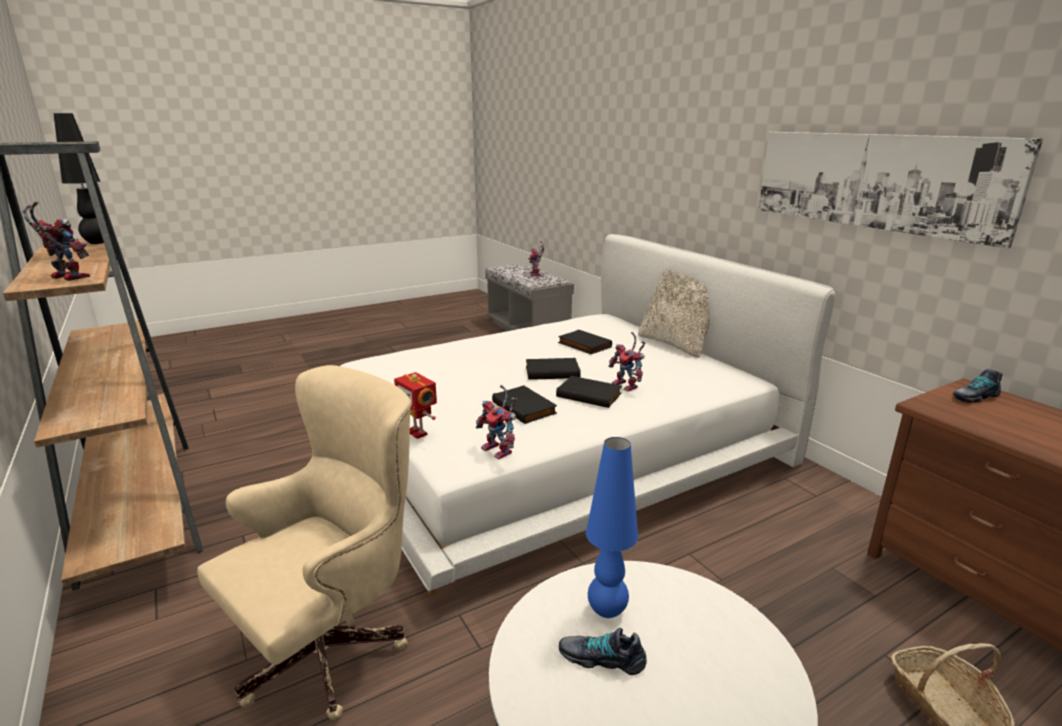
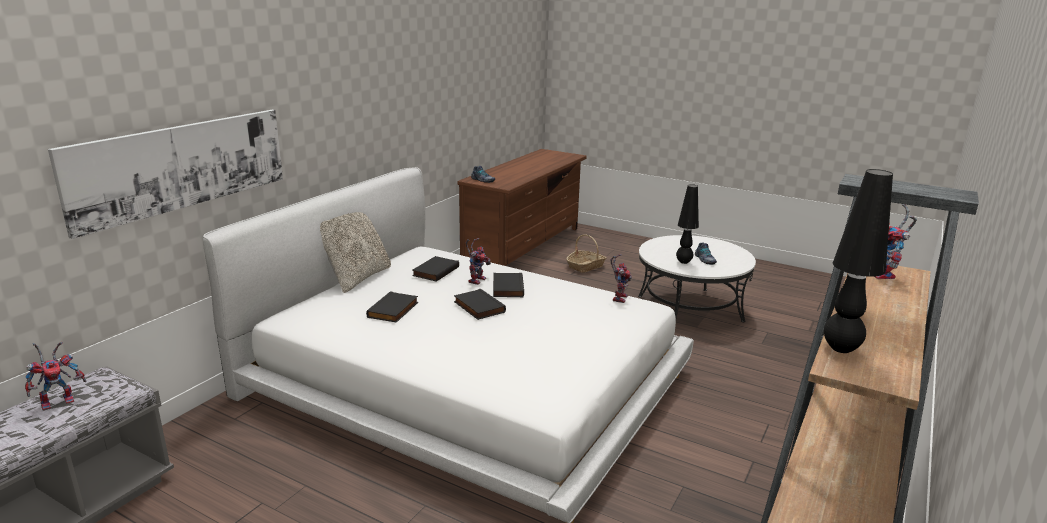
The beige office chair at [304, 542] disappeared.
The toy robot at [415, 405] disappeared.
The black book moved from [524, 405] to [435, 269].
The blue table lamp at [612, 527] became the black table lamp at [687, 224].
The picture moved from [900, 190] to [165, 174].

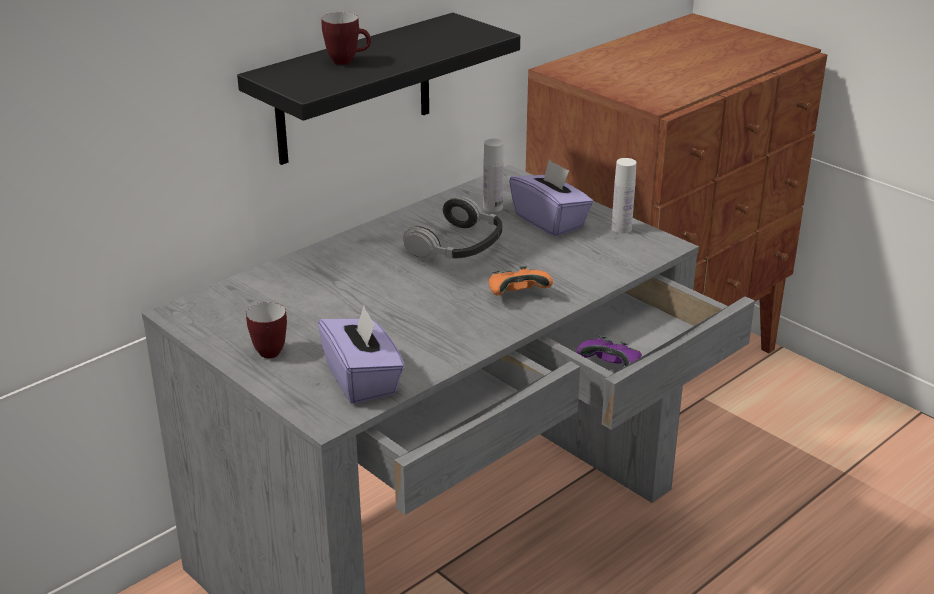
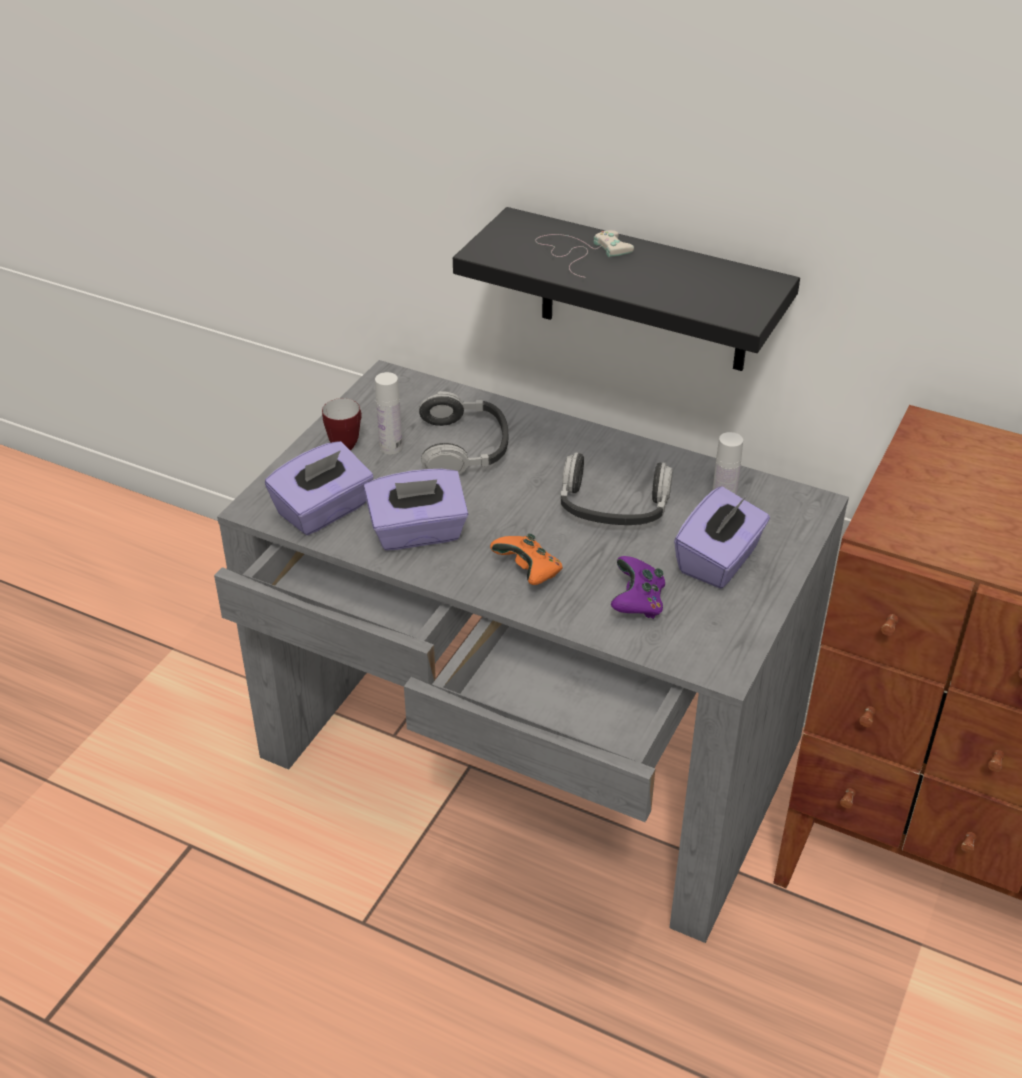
The mug at [346, 38] was replaced by the white game controller at [584, 254].
The purple game controller moved from [609, 351] to [638, 587].
The white bottle moved from [623, 196] to [389, 413].
The purple tissue box at [416, 510] appeared.
The headphones at [463, 433] appeared.

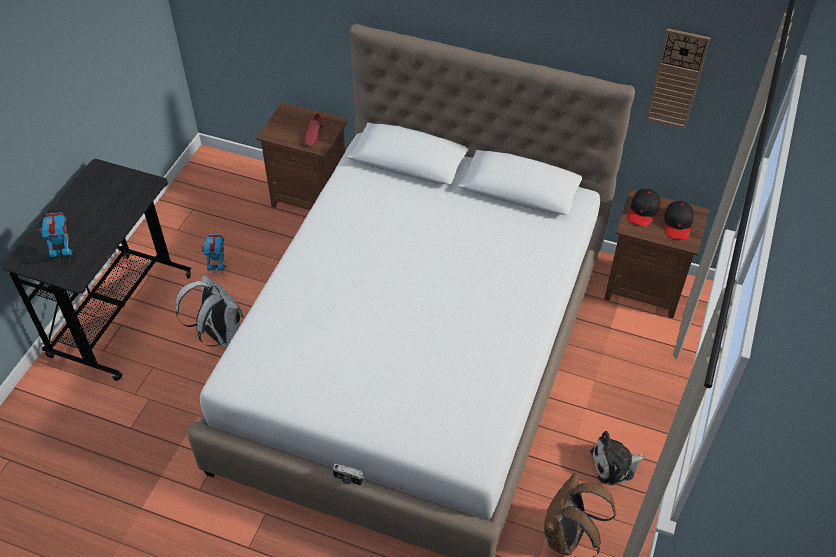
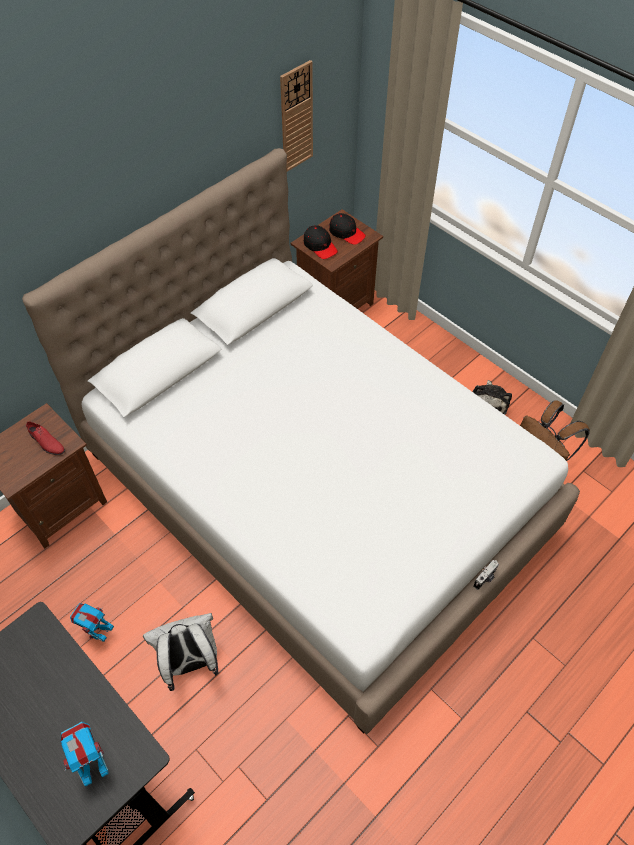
The toy robot at [55, 237] turned 45 degrees clockwise.

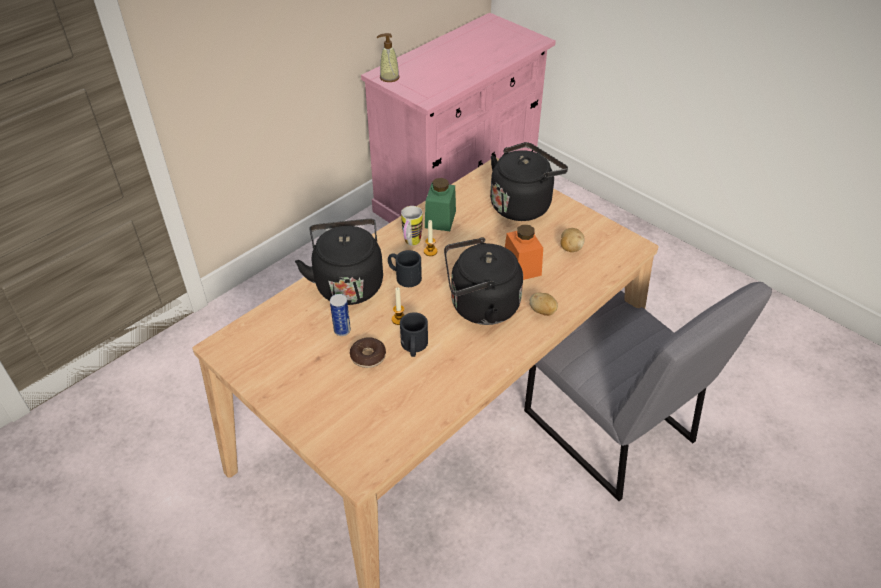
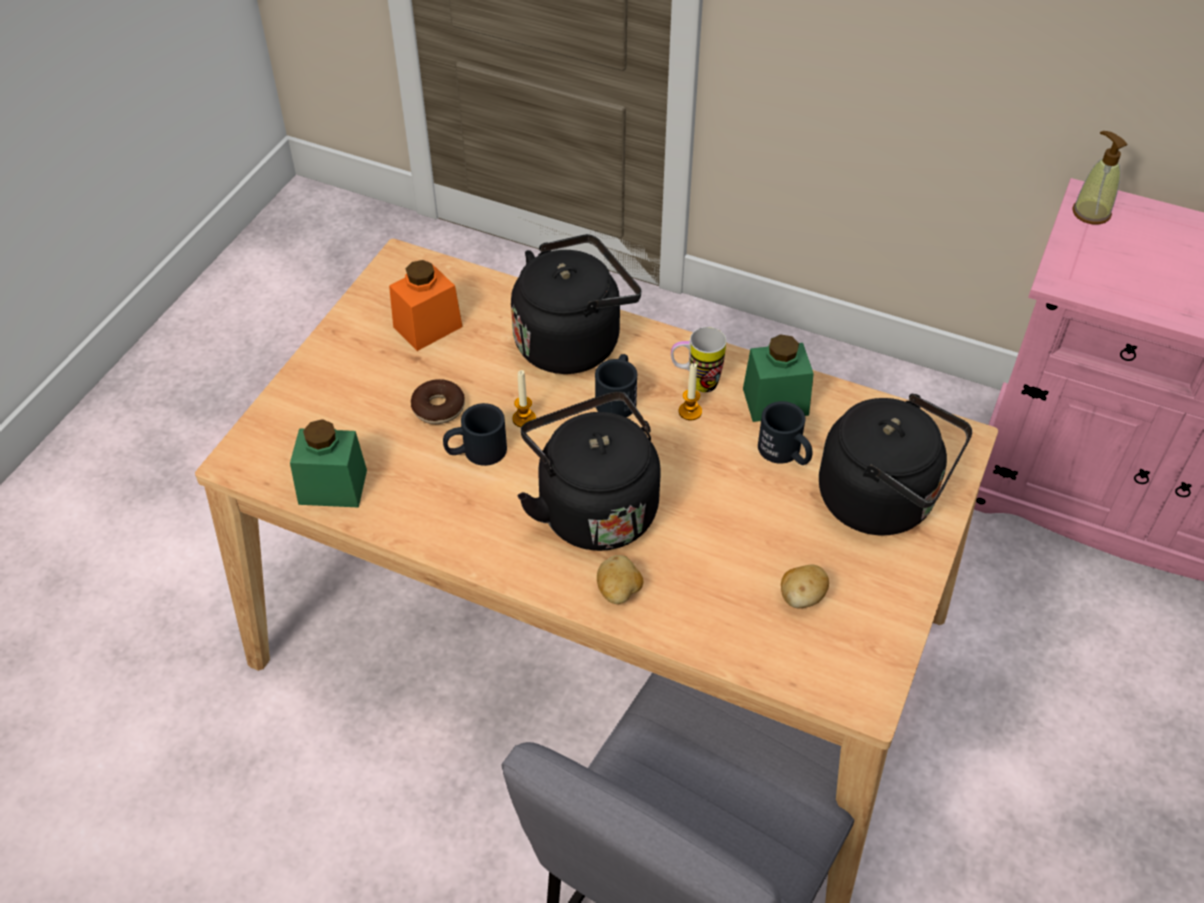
The can at [340, 315] disappeared.
The orange jar moved from [524, 252] to [425, 305].
The green jar at [328, 463] appeared.
The black mug at [785, 433] appeared.

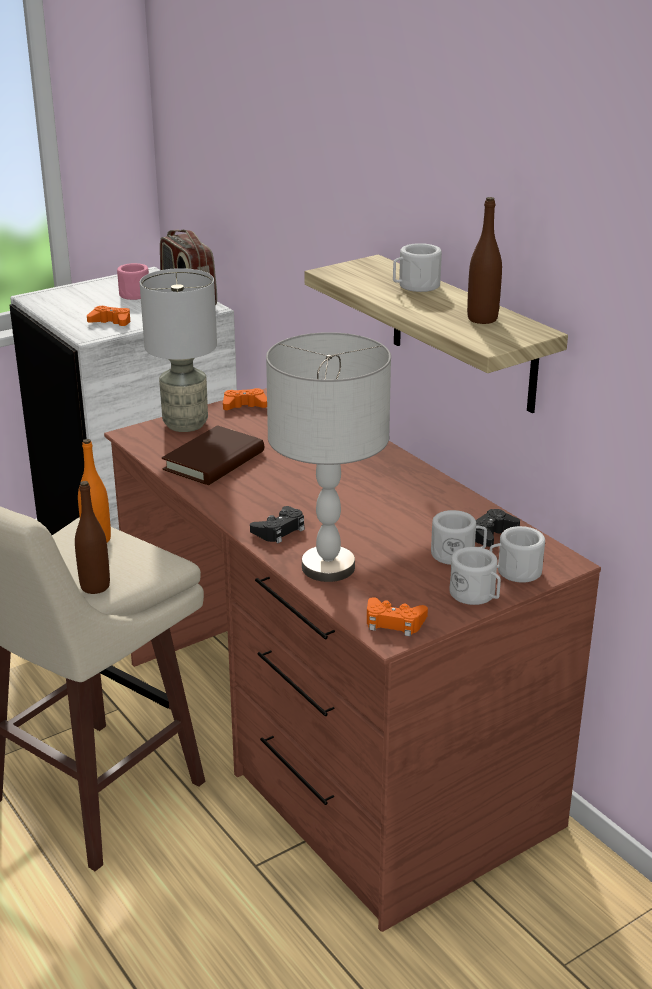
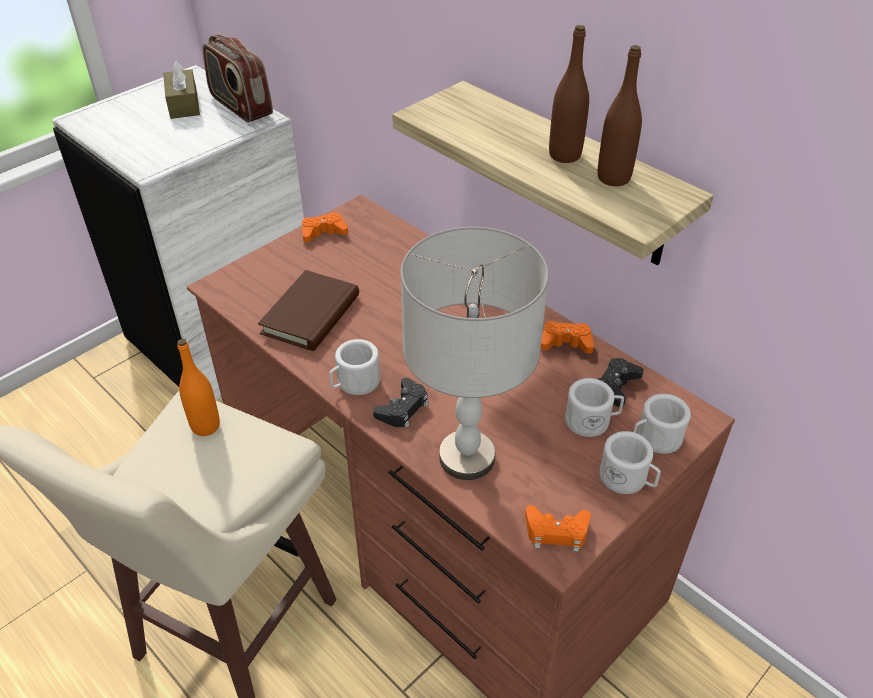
The brown bottle moved from [92, 537] to [569, 94].
The orange game controller moved from [108, 316] to [567, 337].
The pink mug at [133, 281] was replaced by the brown tissue box at [181, 89].
The grey table lamp at [178, 350] disappeared.
The white mug moved from [417, 267] to [354, 367].

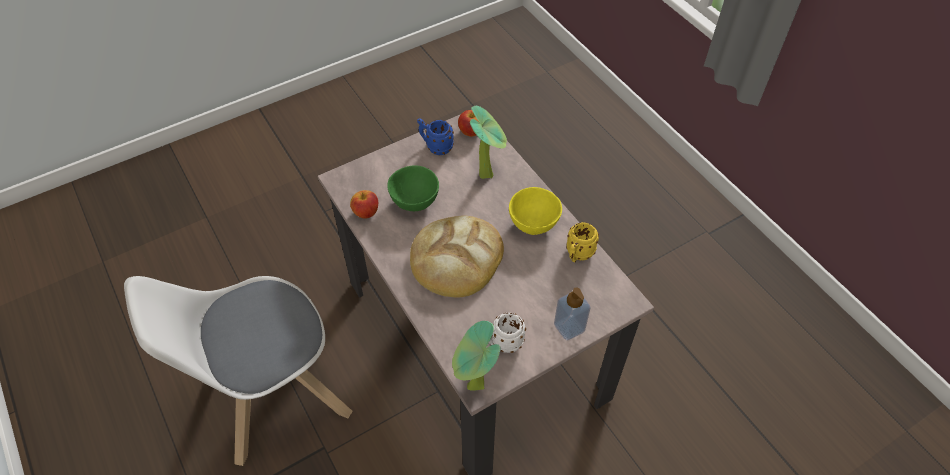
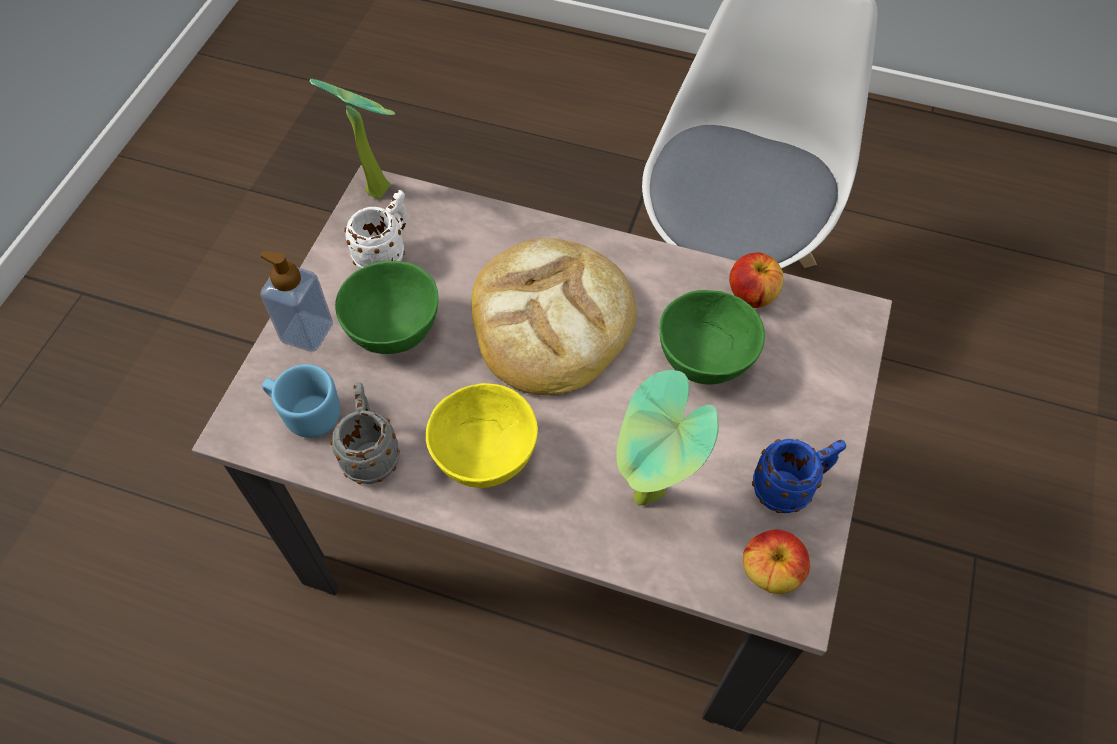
The yellow mug at [582, 242] became the grey mug at [365, 433].
The blue mug at [301, 401] appeared.
The green bowl at [387, 307] appeared.

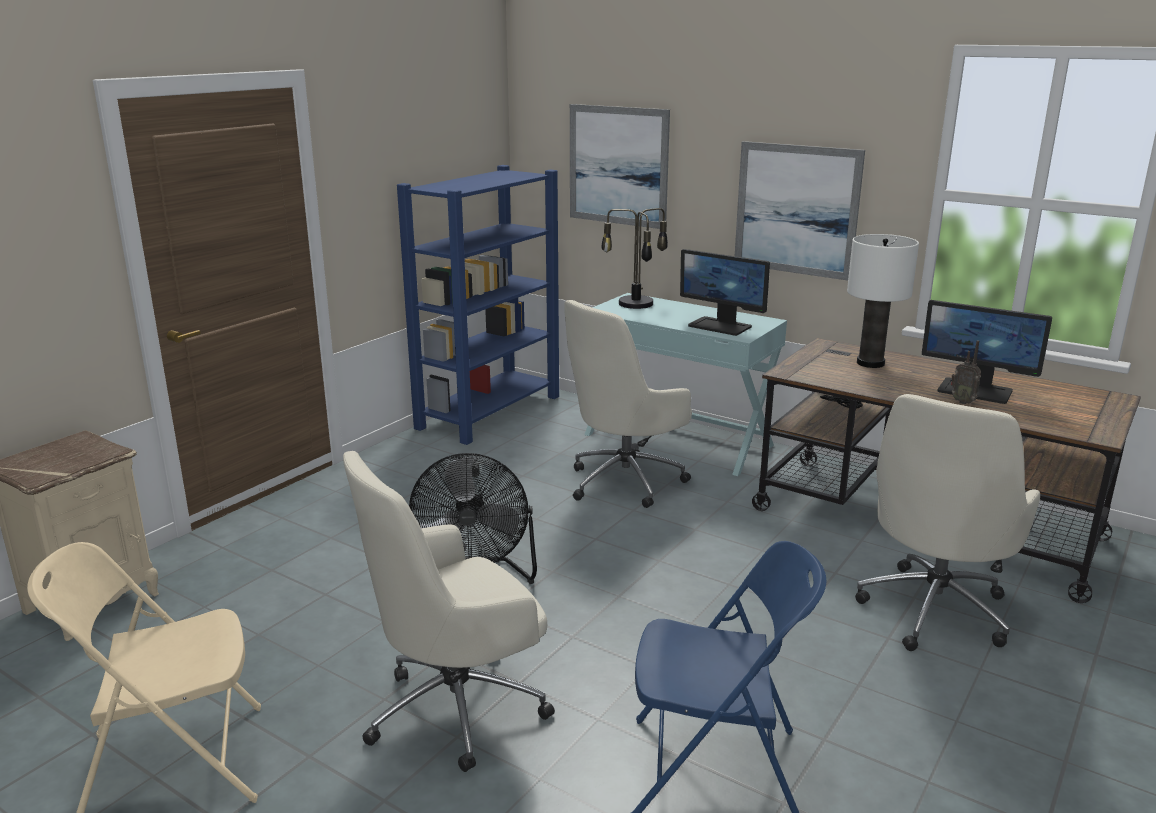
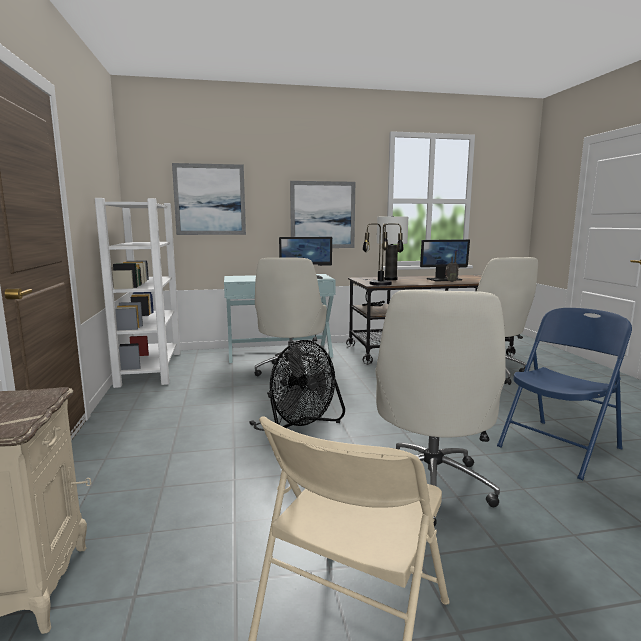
The blue bookcase at [478, 305] became the white bookcase at [138, 293].
The table lamp moved from [635, 258] to [383, 254].

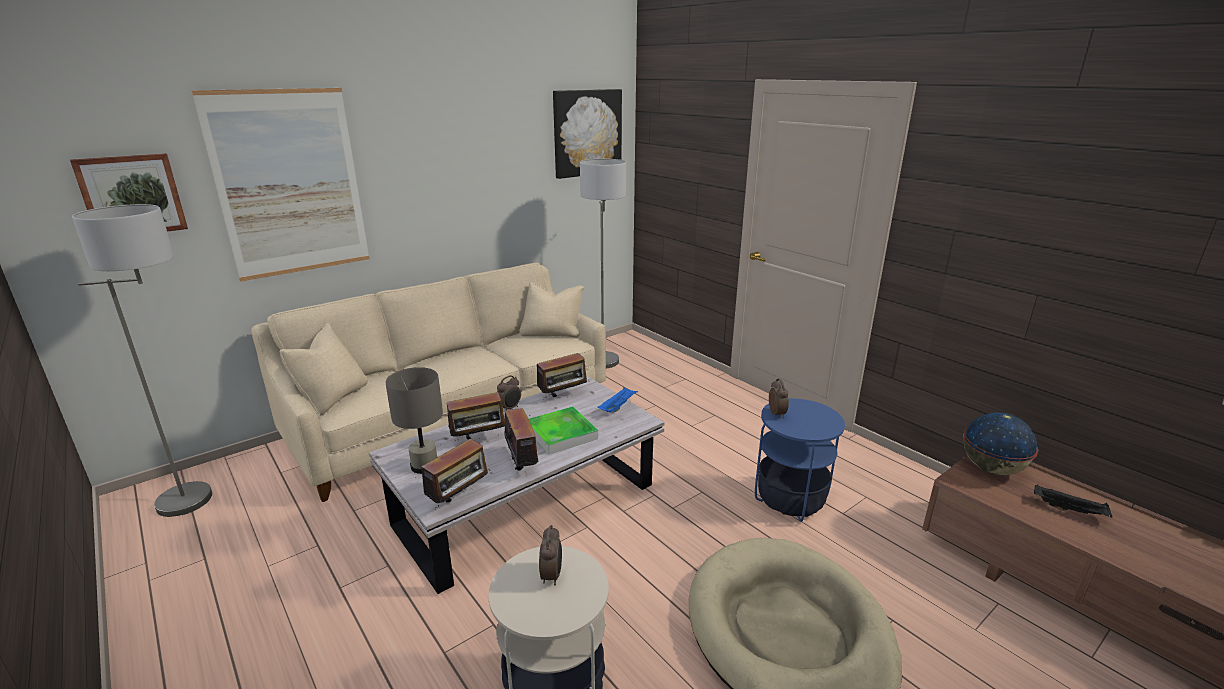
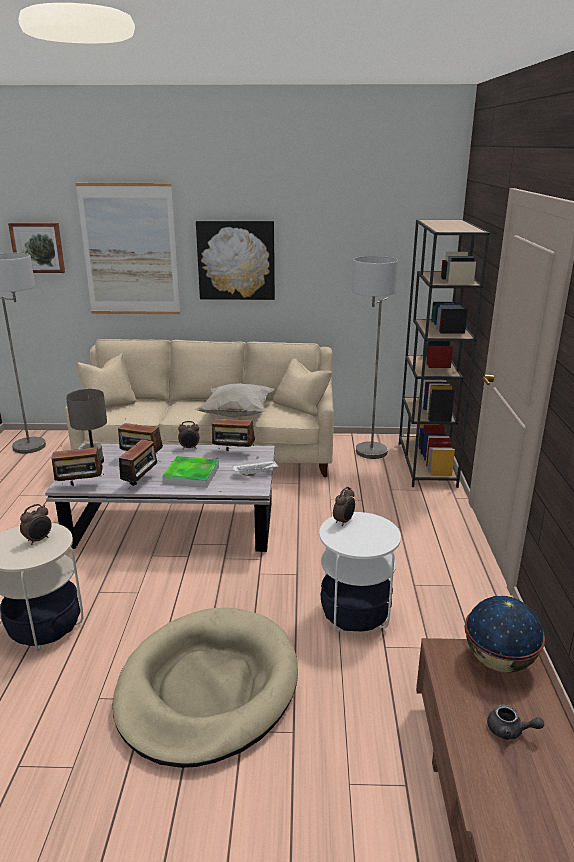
The picture moved from [587, 134] to [235, 260].
The blue tray at [618, 400] became the white tray at [256, 467].
The blue side table at [800, 460] became the white side table at [360, 572].
The black tray at [1073, 500] was replaced by the grey teapot at [515, 722].
The white pillow at [234, 400] appeared.
The bookcase at [444, 353] appeared.

